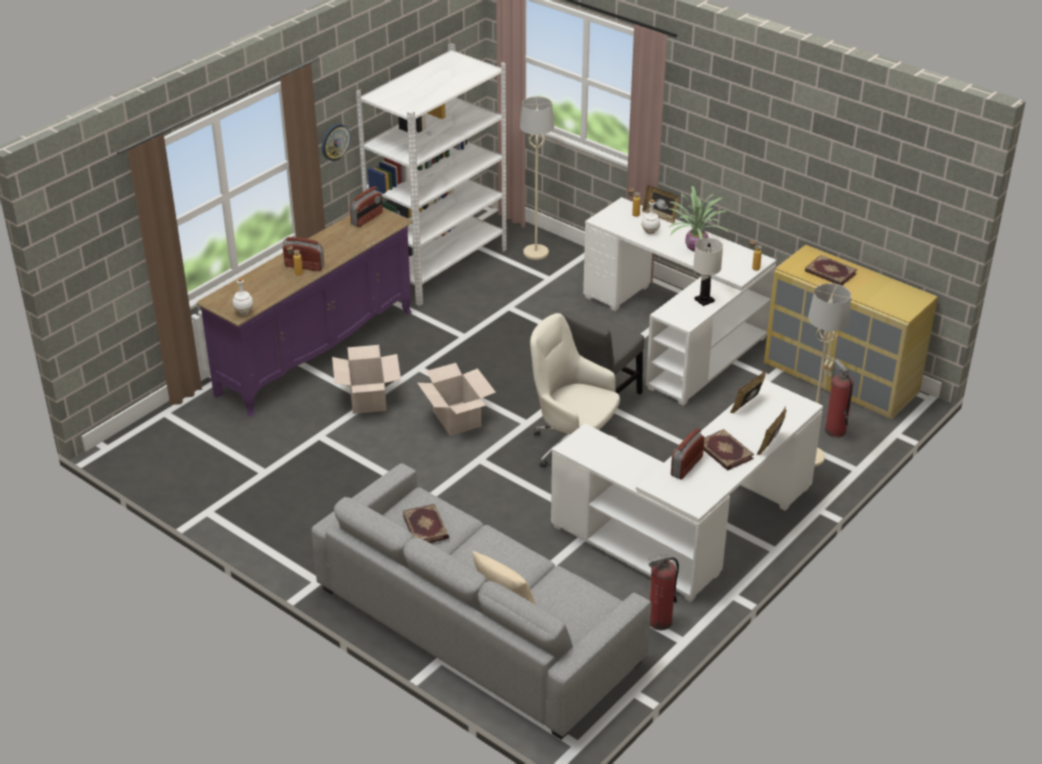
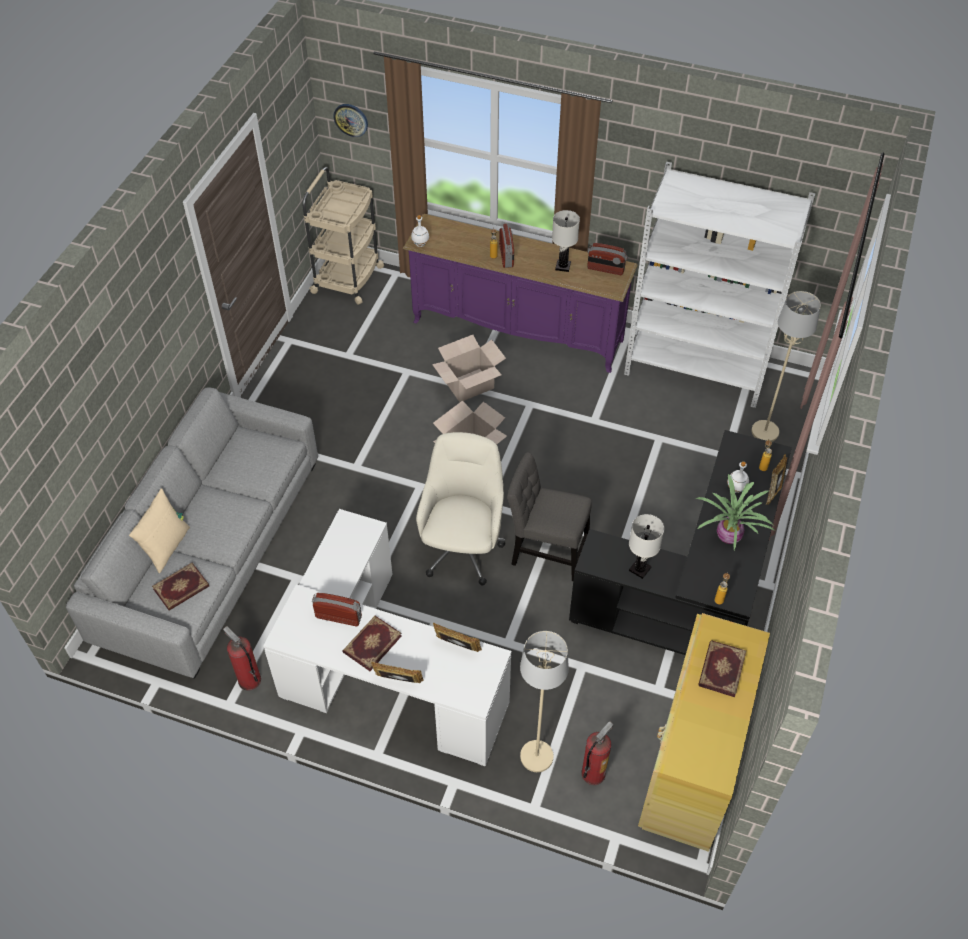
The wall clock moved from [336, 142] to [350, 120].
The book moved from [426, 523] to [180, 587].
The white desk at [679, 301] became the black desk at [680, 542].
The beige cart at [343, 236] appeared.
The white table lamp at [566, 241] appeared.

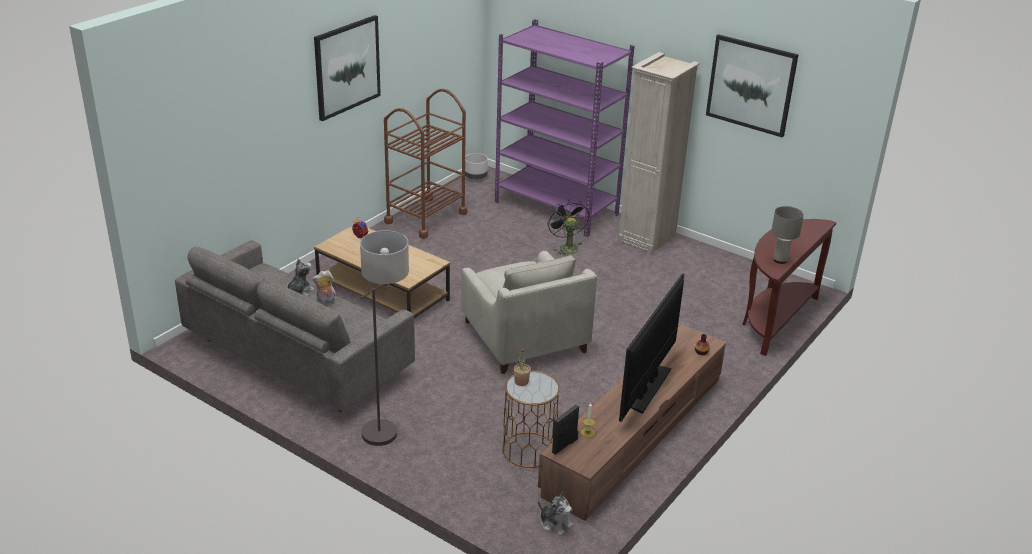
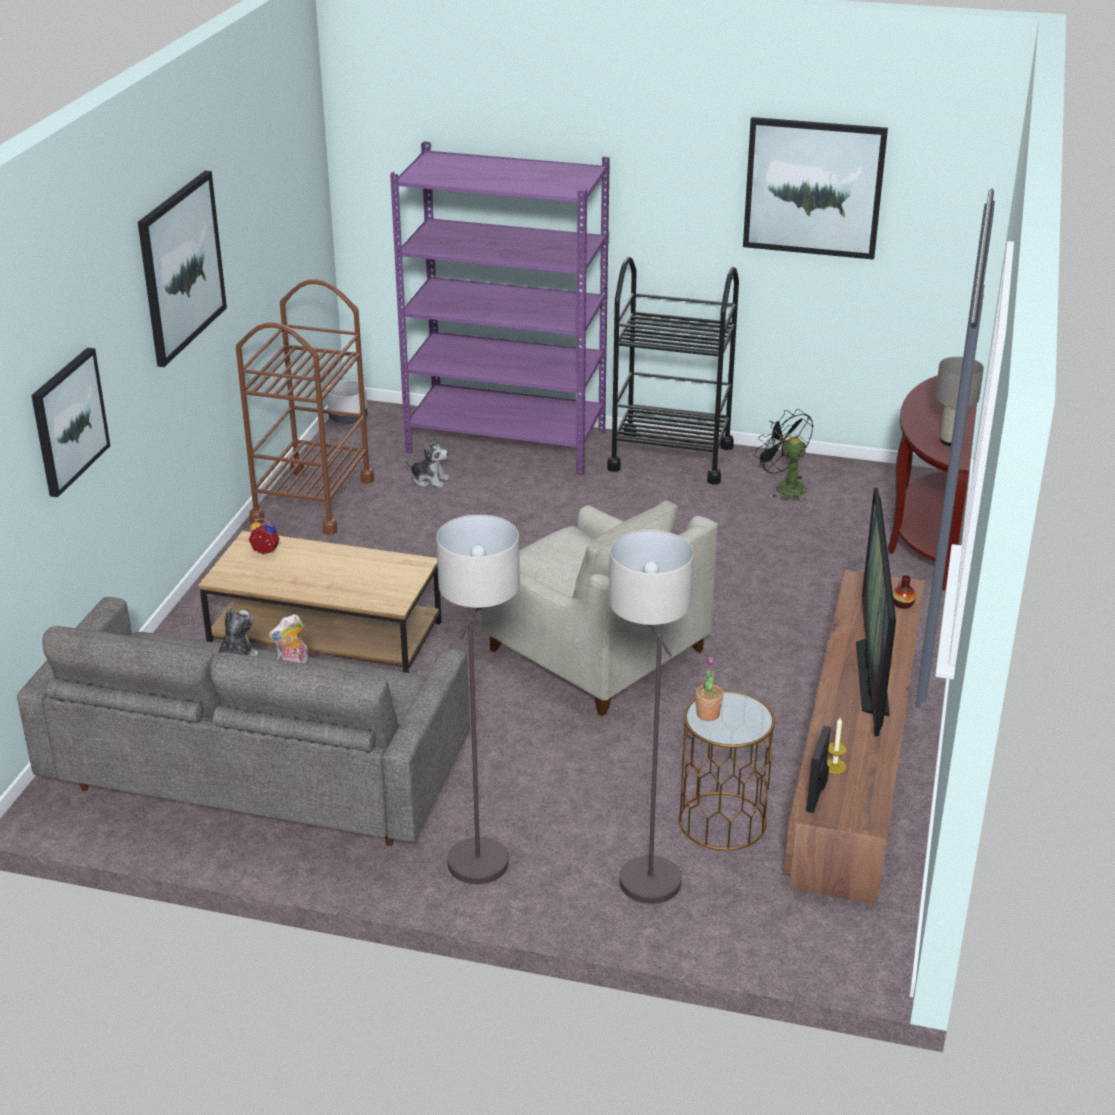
The plush toy moved from [555, 514] to [427, 462].
The black fan moved from [568, 227] to [783, 455].
The beige cabinet at [659, 152] was replaced by the black cart at [673, 370].
The picture at [70, 422] appeared.
The grey floor lamp at [651, 717] appeared.

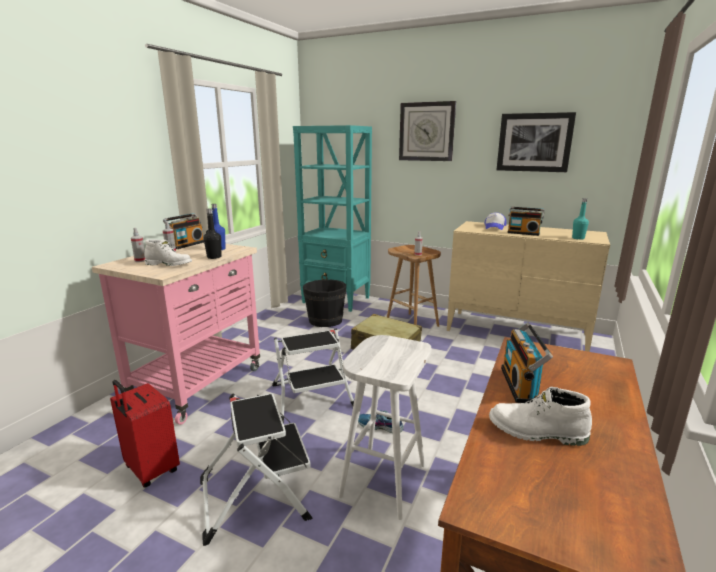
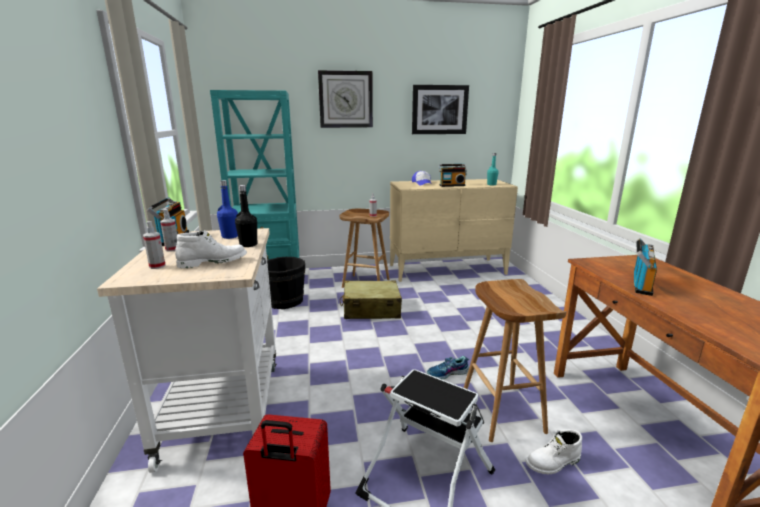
The pink cart at [176, 334] became the white cart at [187, 350].
The step ladder at [313, 376] disappeared.
The white stool at [384, 427] became the brown stool at [515, 360].
The white boot moved from [540, 416] to [553, 451].
The radio at [527, 362] turned 120 degrees counterclockwise.

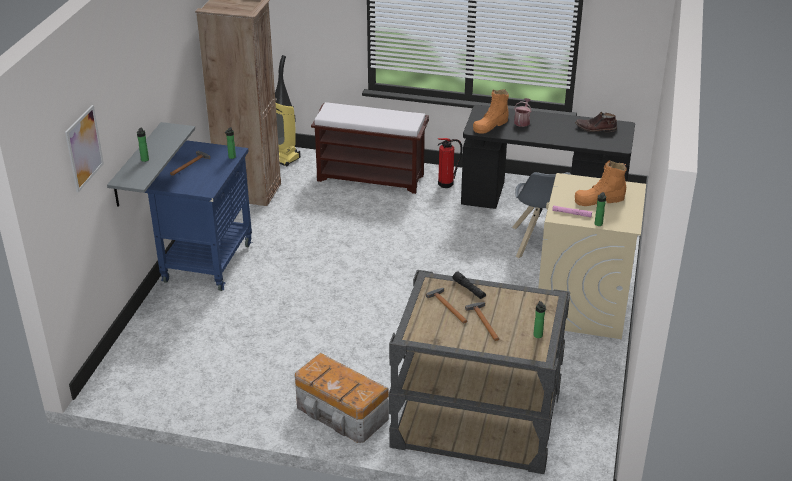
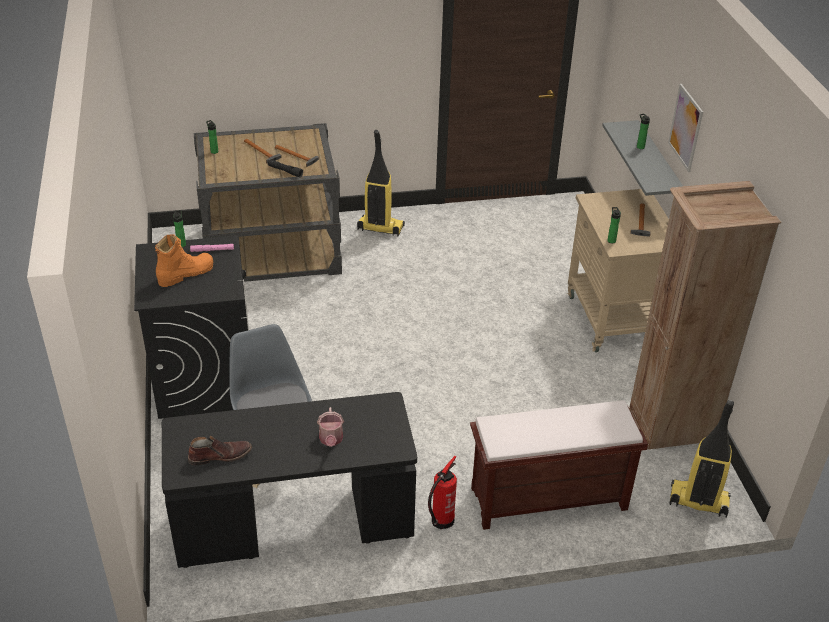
The picture moved from [84, 148] to [685, 128].
The blue cart at [198, 215] became the beige cart at [618, 270].
The storage box at [342, 398] was replaced by the vacuum cleaner at [381, 183].
The orange boot at [491, 111] disappeared.
The beige washing machine at [592, 256] became the black washing machine at [191, 327].

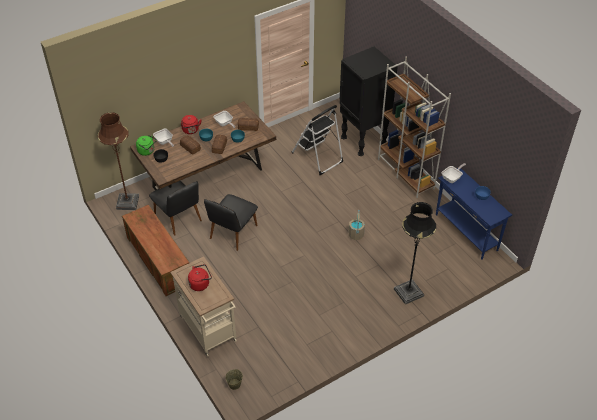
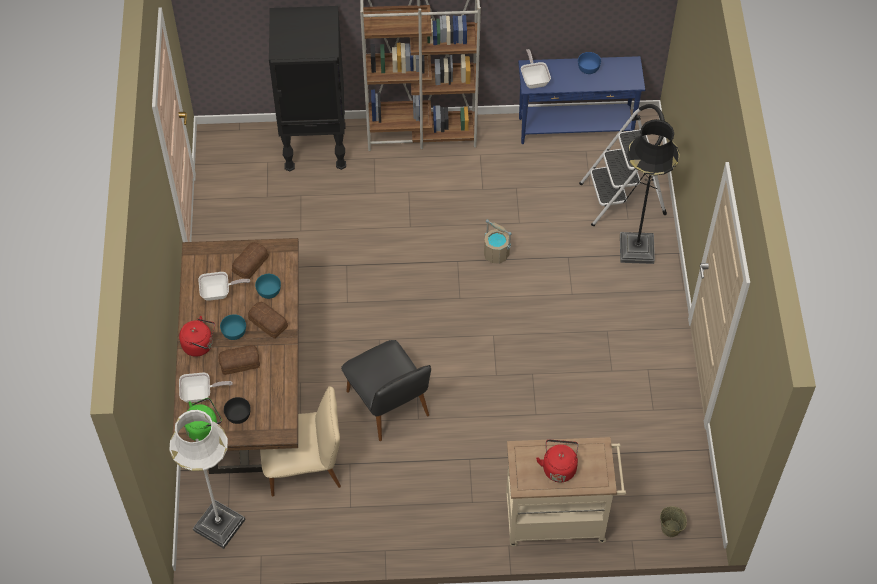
The brown floor lamp at [118, 161] became the white floor lamp at [207, 479].
The brown bench at [155, 250] disappeared.
The black chair at [175, 208] became the beige chair at [300, 441].
The step ladder moved from [317, 140] to [623, 165].

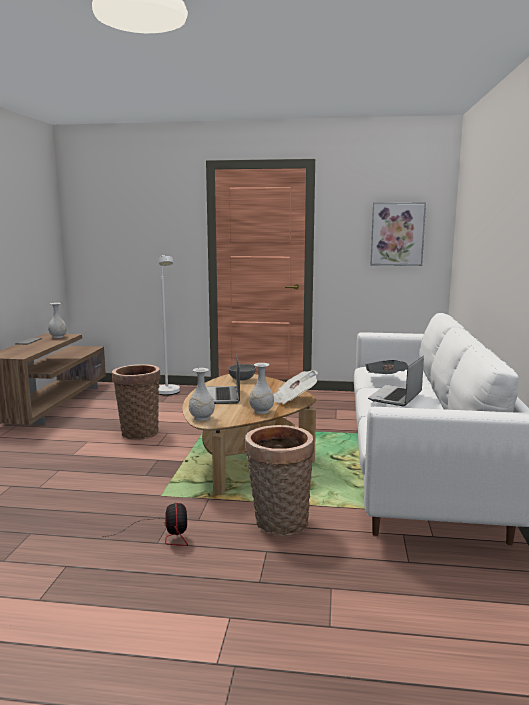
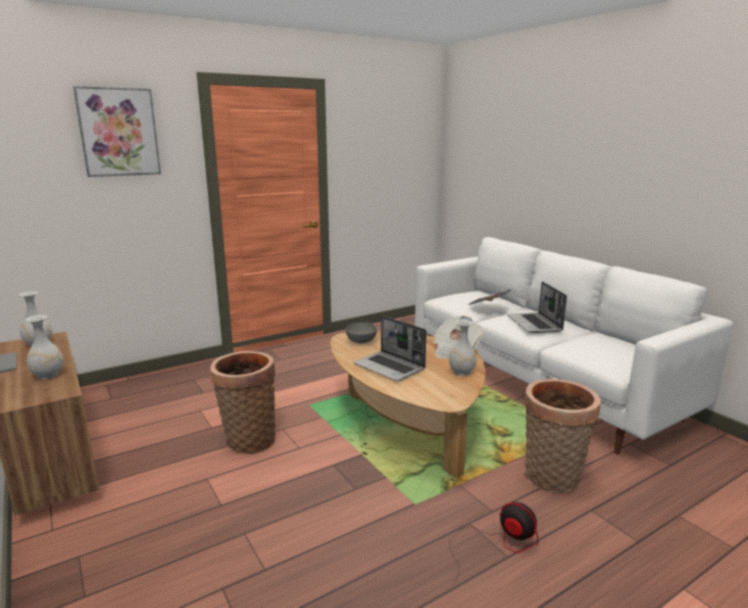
The white floor lamp at [169, 325] disappeared.
The white vase moved from [202, 394] to [44, 347].
The picture moved from [398, 234] to [117, 131].

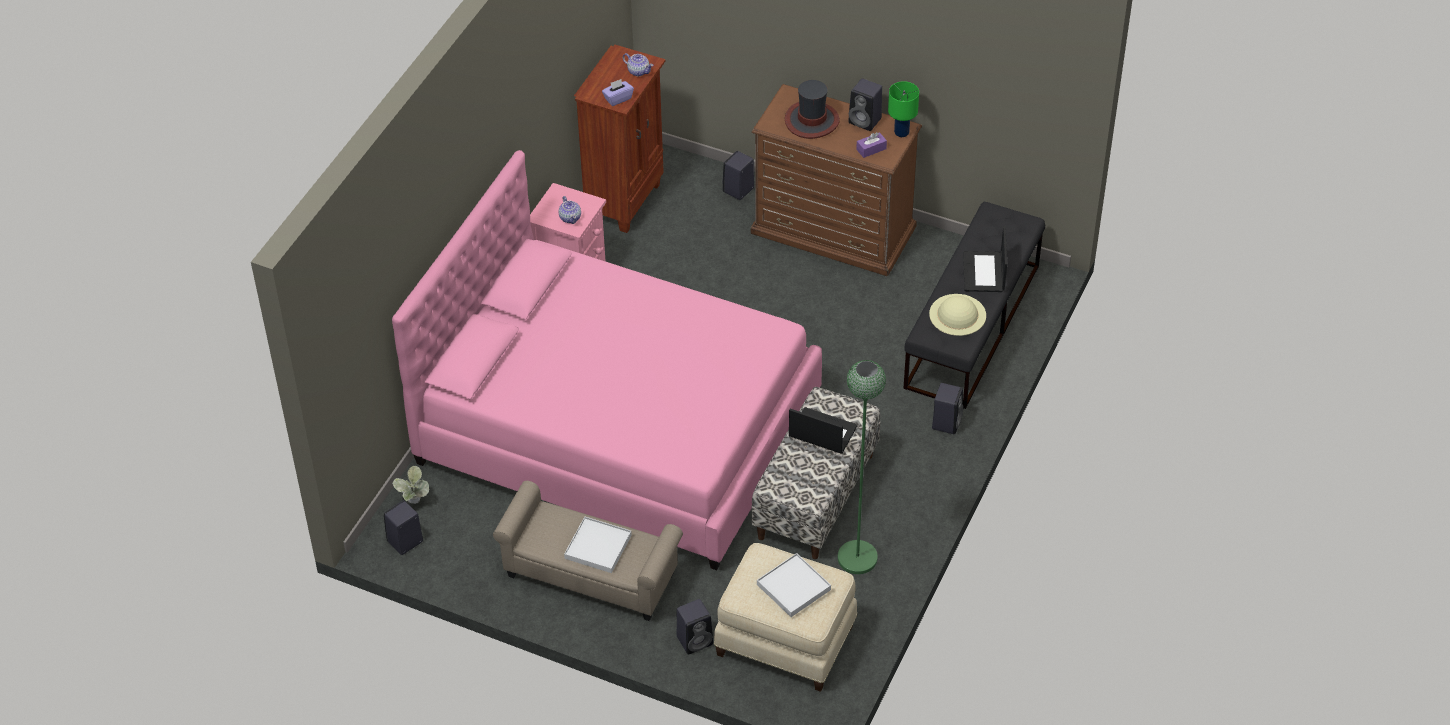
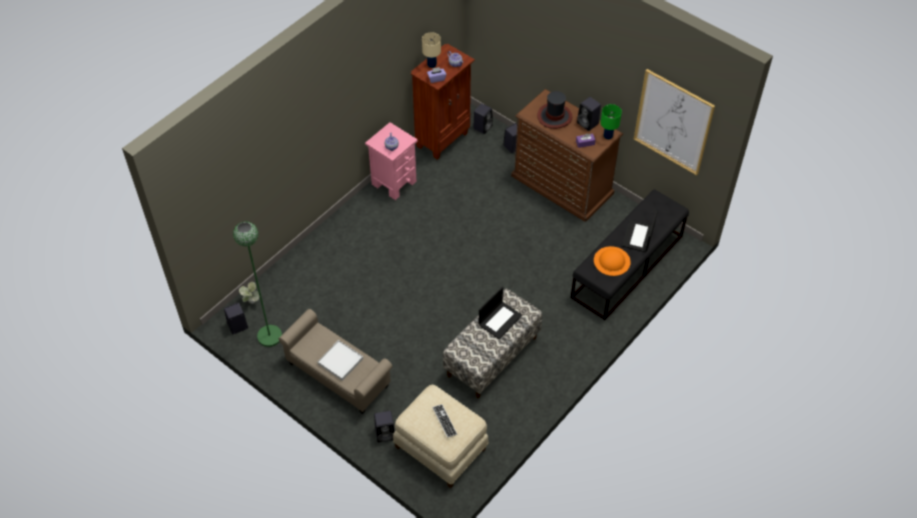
The pink bed at [607, 360] disappeared.
The white tray at [794, 585] was replaced by the keyboard at [444, 421].
The laptop at [823, 430] turned 90 degrees clockwise.
The green floor lamp moved from [862, 467] to [257, 284].
The beige hat at [957, 315] became the orange hat at [612, 261].
The black speaker moved from [947, 408] to [483, 118].
The beige table lamp at [431, 50] appeared.
The picture at [674, 122] appeared.

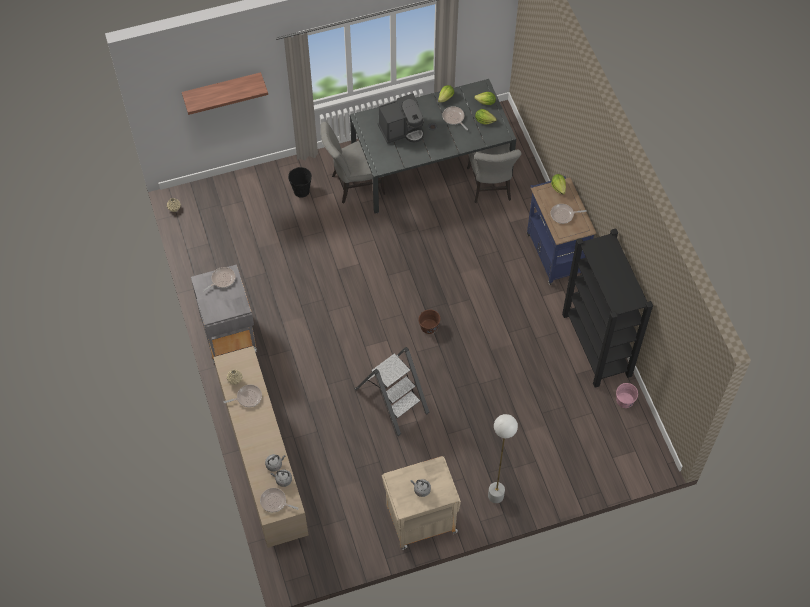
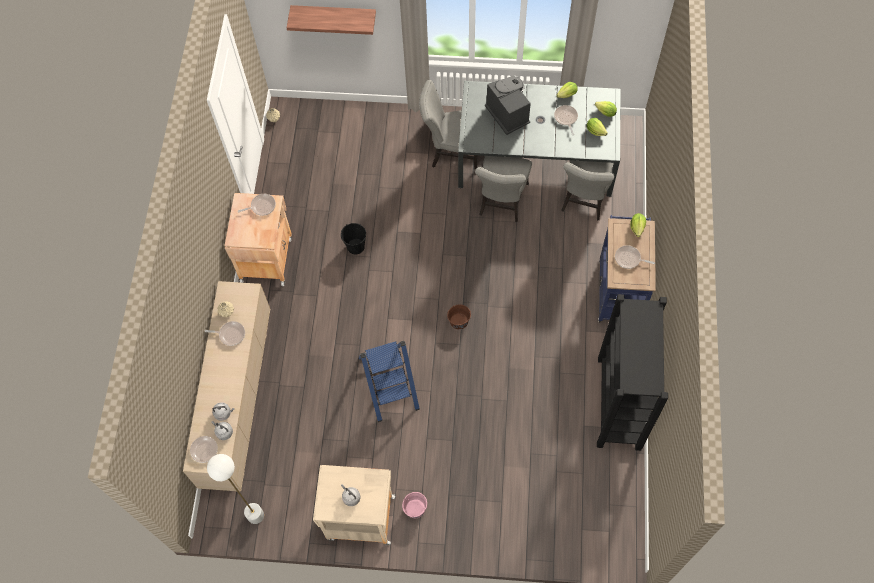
The grey cart at [224, 313] became the brown cart at [258, 239].
The black bucket moved from [300, 182] to [353, 239].
The grey step ladder at [392, 391] became the blue step ladder at [389, 381].
The coffee machine at [400, 118] turned 120 degrees counterclockwise.
The white floor lamp moved from [503, 458] to [235, 489].
The pink bucket moved from [627, 395] to [414, 505].
The grey chair at [503, 189] appeared.

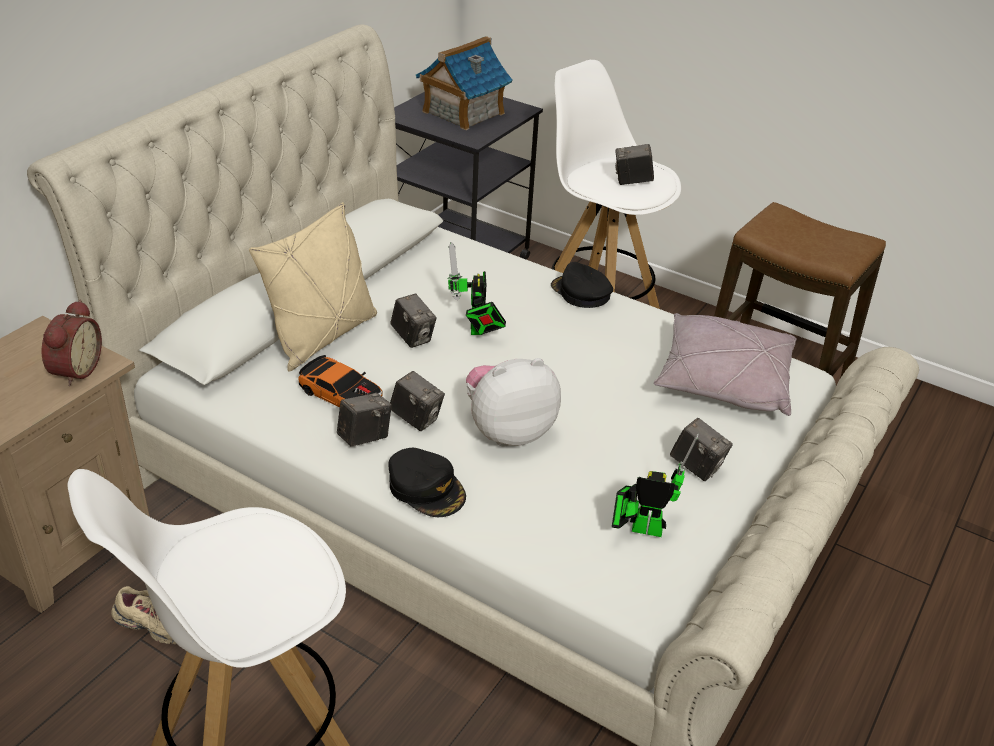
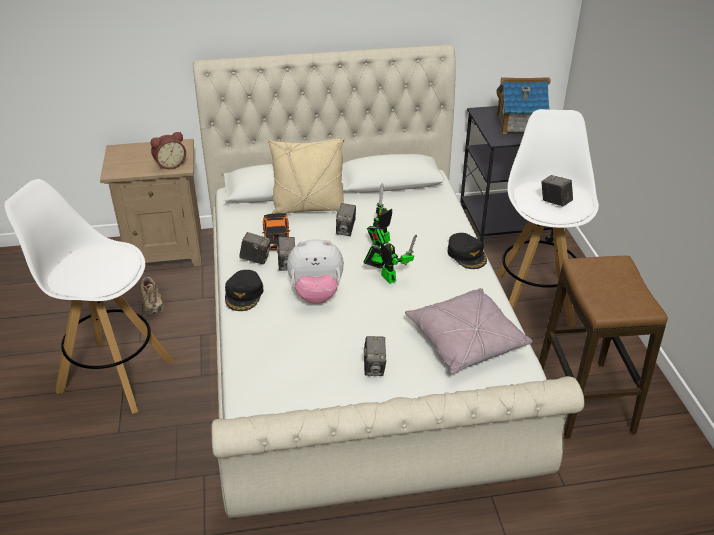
The plush toy at [513, 402] turned 150 degrees clockwise.
The black cap at [582, 285] turned 150 degrees clockwise.
The toy robot moved from [655, 485] to [390, 259].

